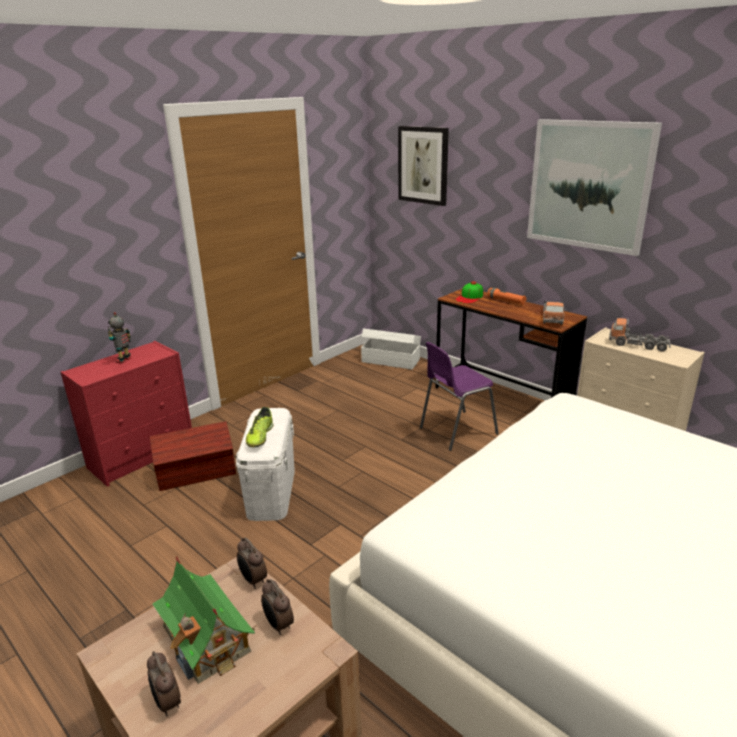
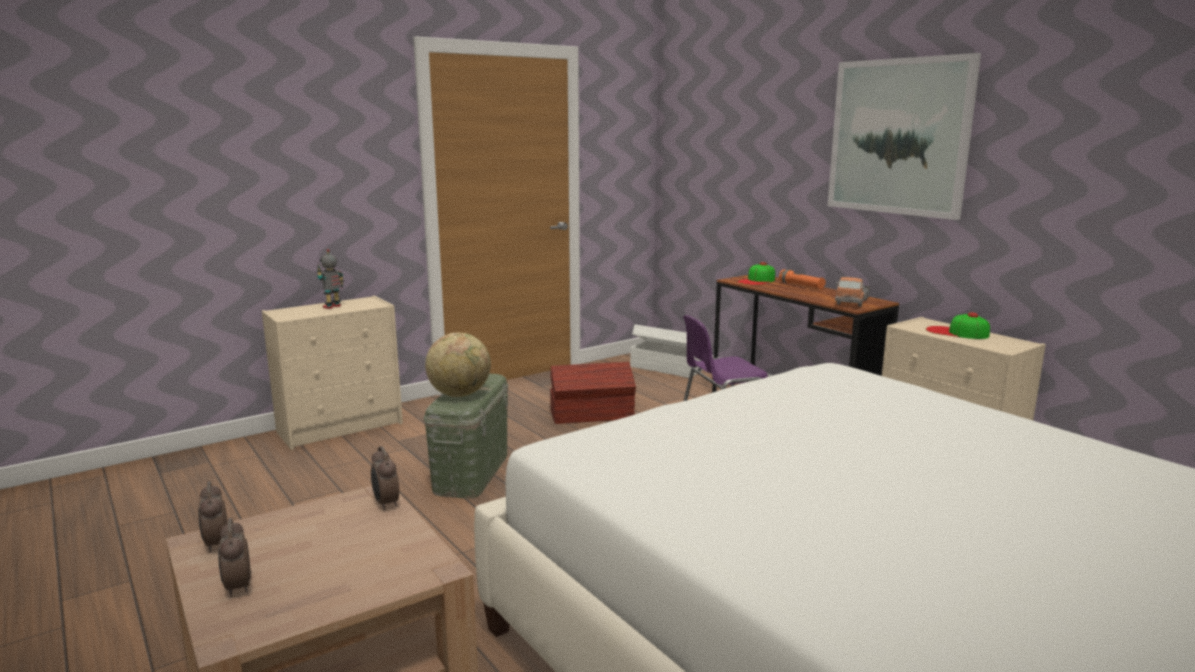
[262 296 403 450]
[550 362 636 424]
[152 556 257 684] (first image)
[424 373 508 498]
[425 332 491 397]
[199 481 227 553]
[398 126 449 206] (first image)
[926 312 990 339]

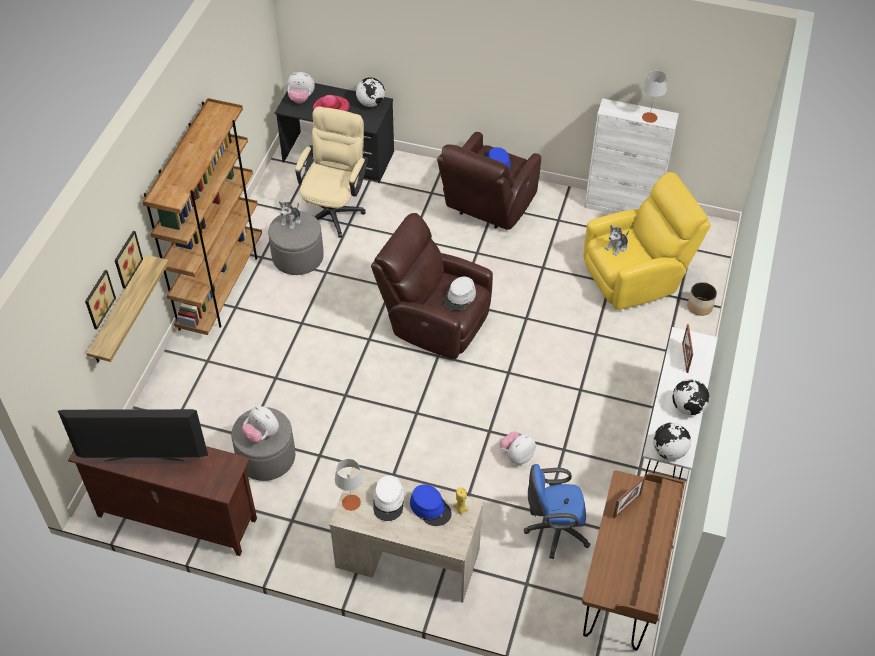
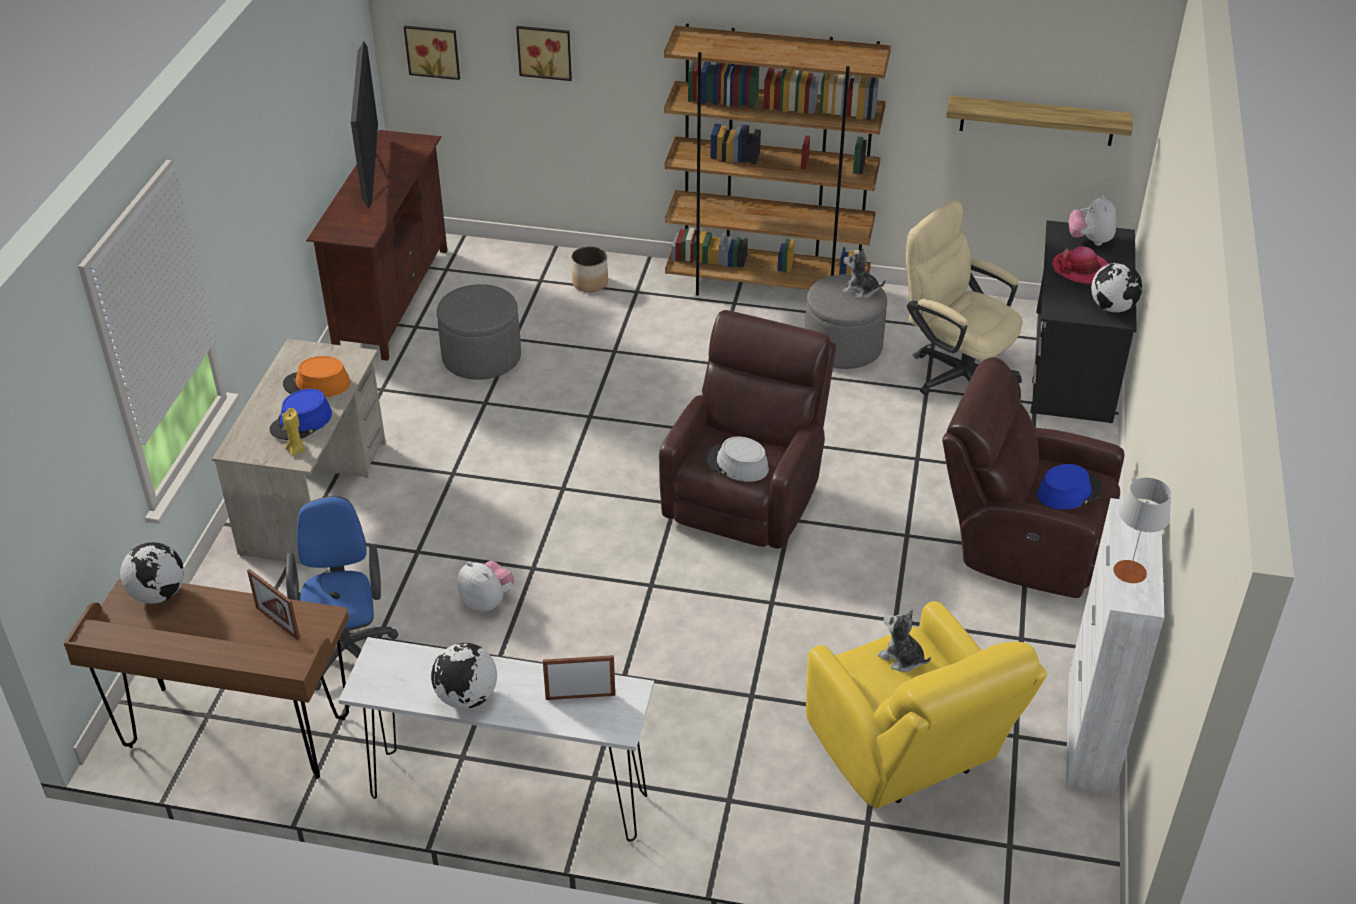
[946 96 1132 146]
[404 26 460 80]
[242 406 279 443] (first image)
[905 200 1023 395]
[335 459 363 511] (first image)
[283 356 350 397]
[120 542 184 604]
[571 246 608 292]

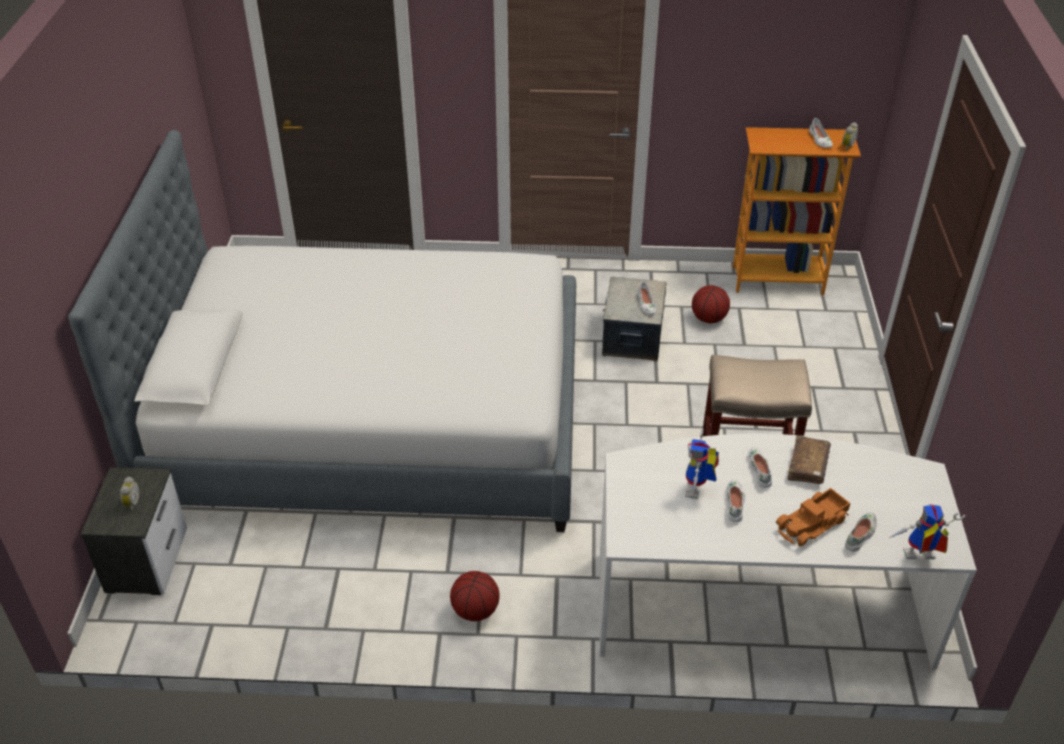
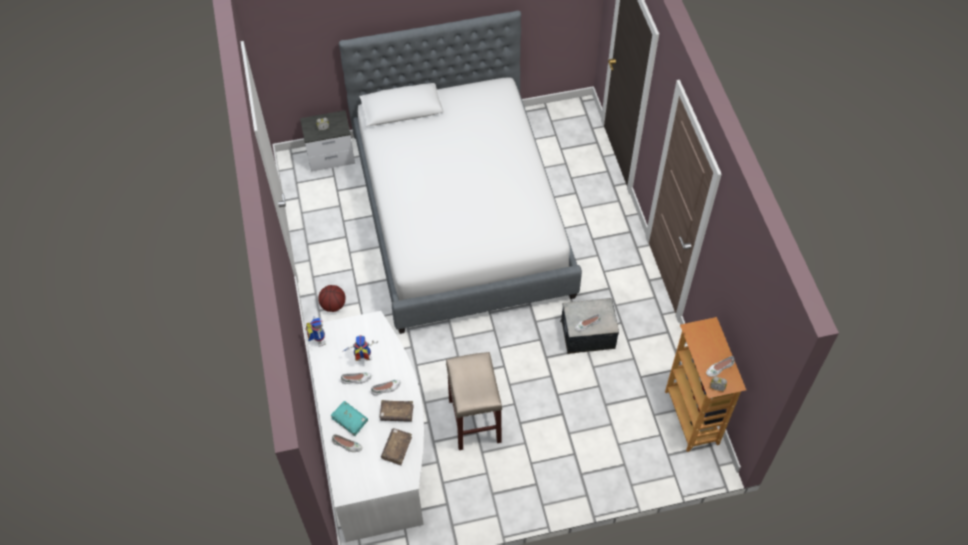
[692 285 730 323] (first image)
[331 401 368 436]
[305 317 326 347]
[381 428 412 465]

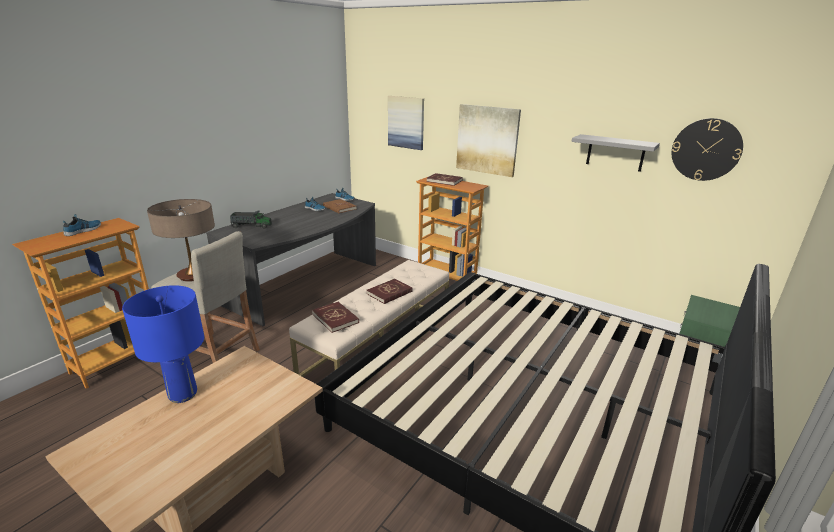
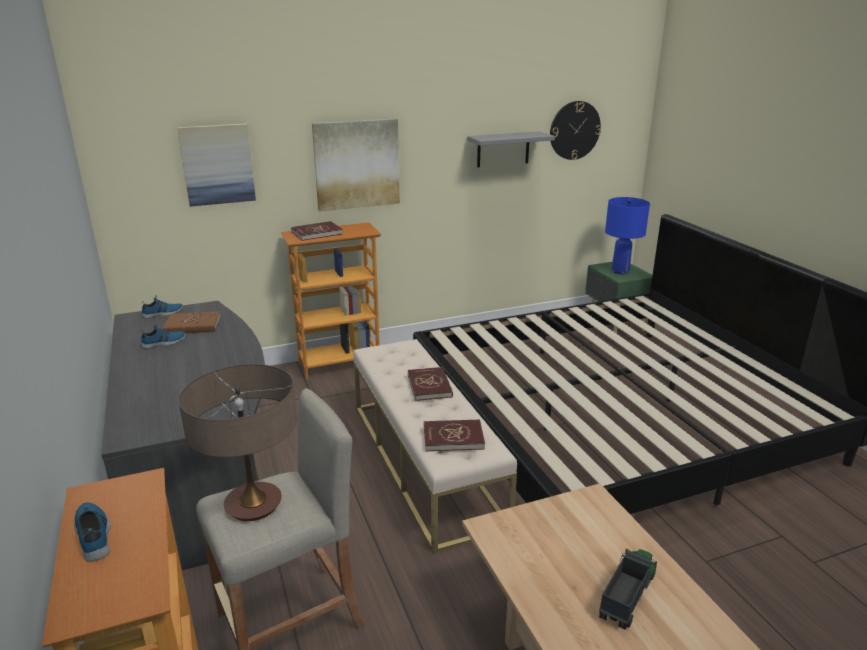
[605 197 650 274]
[599 549 657 630]

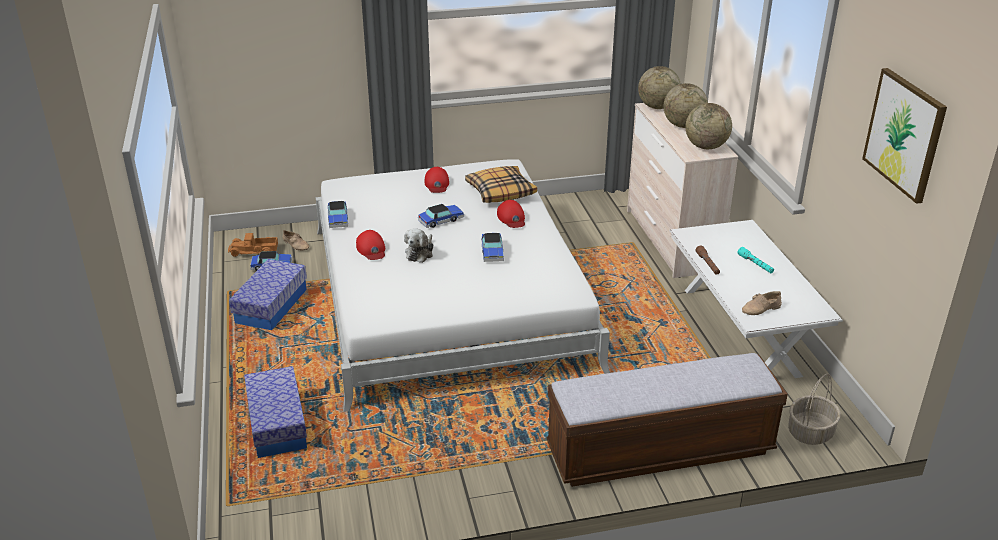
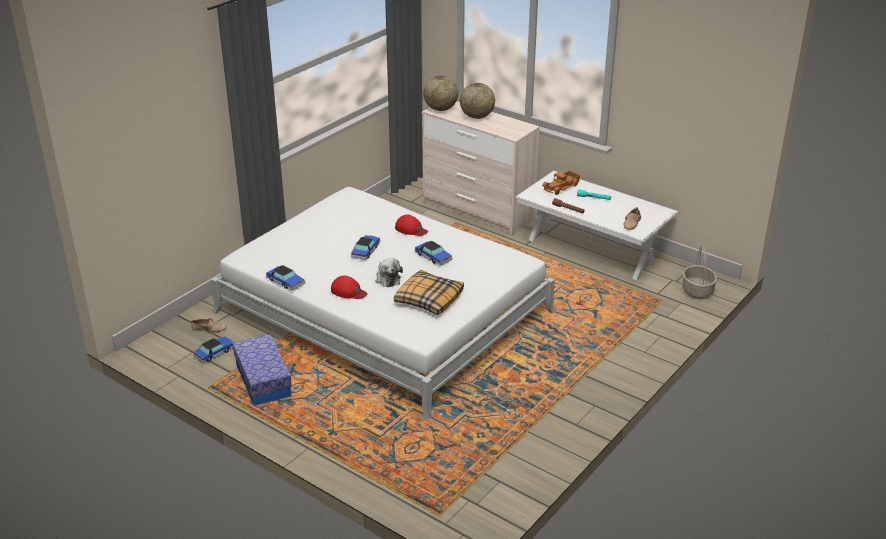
[542 171 580 195]
[244 366 307 458] (first image)
[424 167 449 193] (first image)
[394 270 464 315]
[546 353 788 487] (first image)
[685 103 732 149] (first image)
[862 68 947 204] (first image)

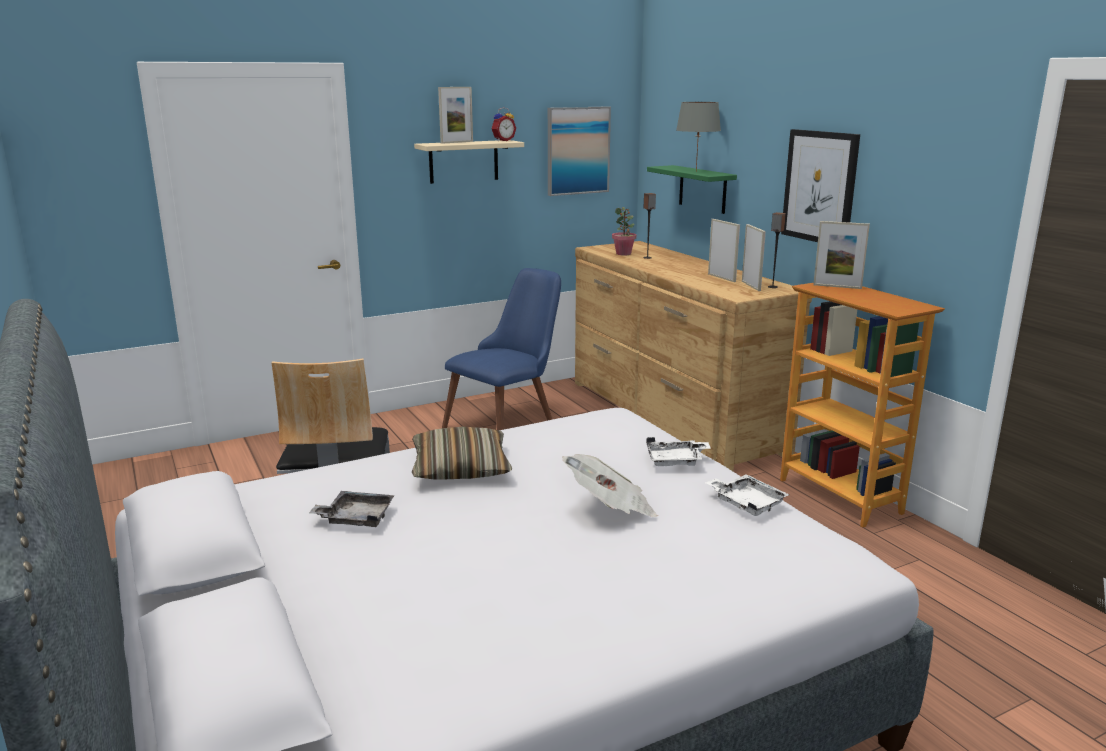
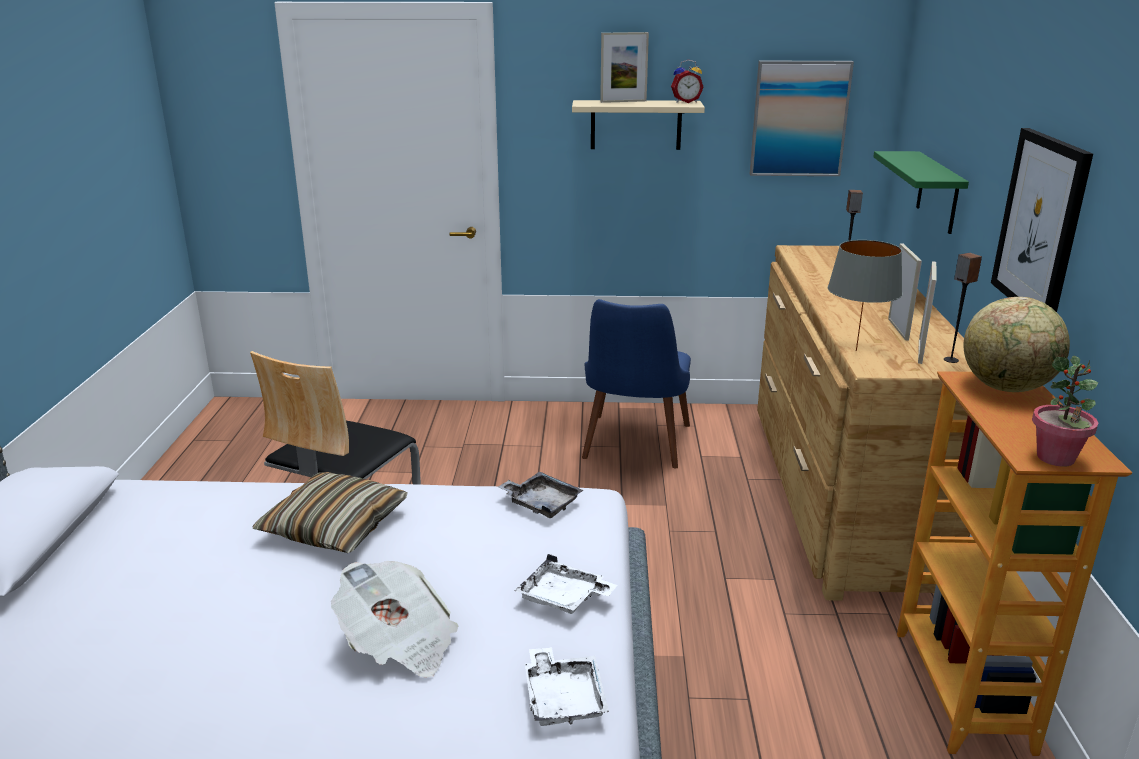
[498 471 583 518]
[582 299 691 468]
[1032 356 1098 467]
[828 240 902 351]
[963 297 1070 392]

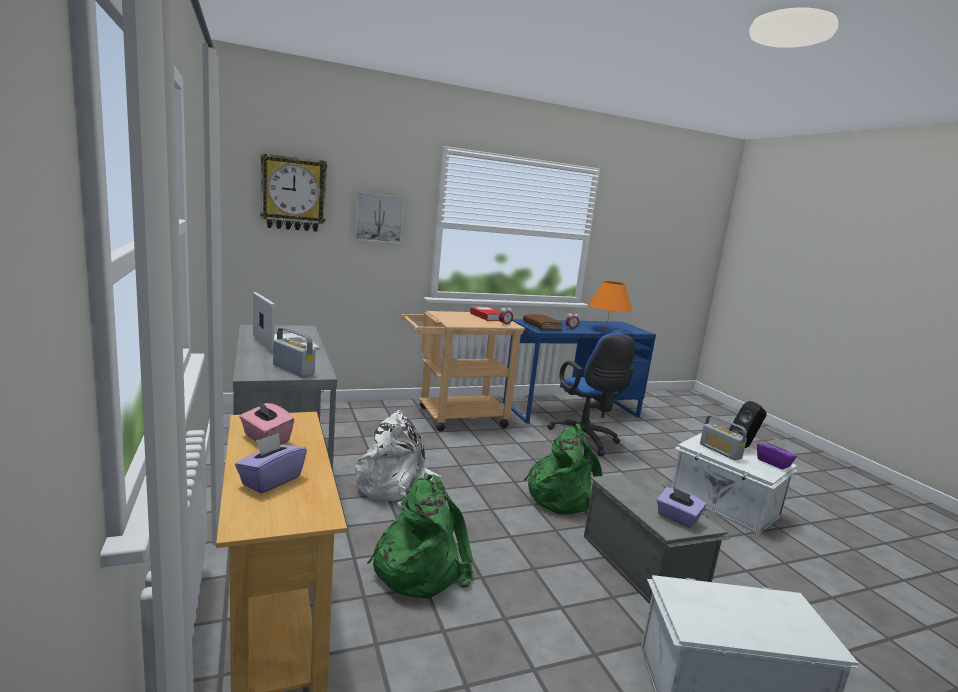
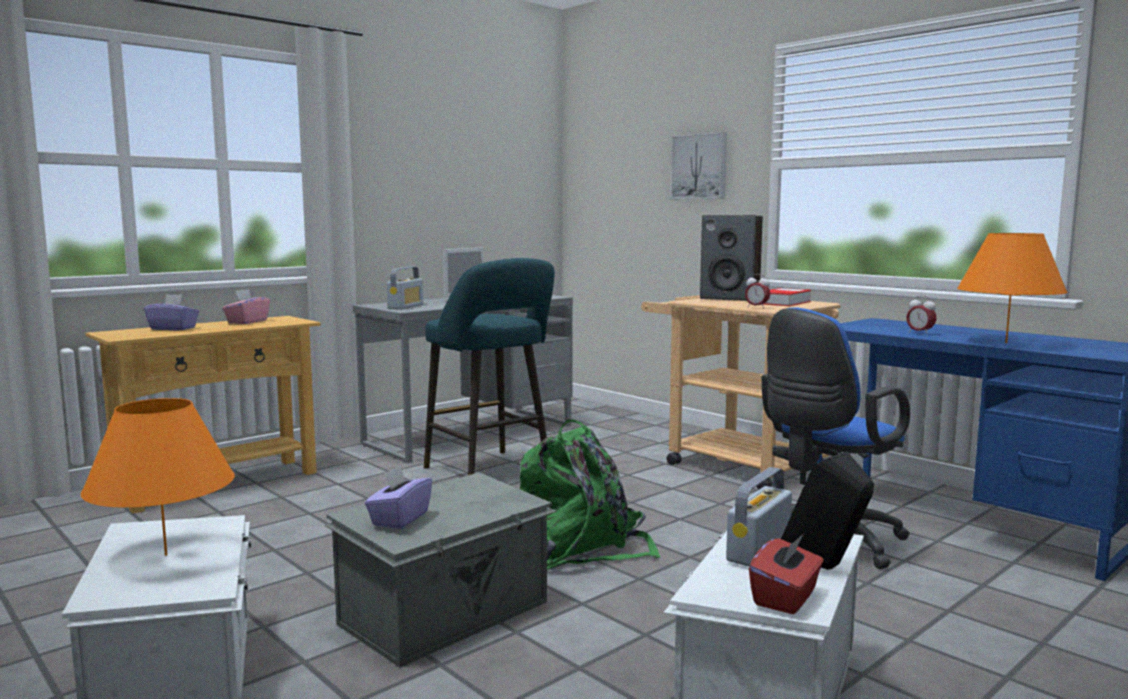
[261 153 327 232] (first image)
[424 258 554 475]
[367 474 473 599] (first image)
[523 314 562 330] (first image)
[749 534 824 614]
[81 398 235 556]
[700 215 763 301]

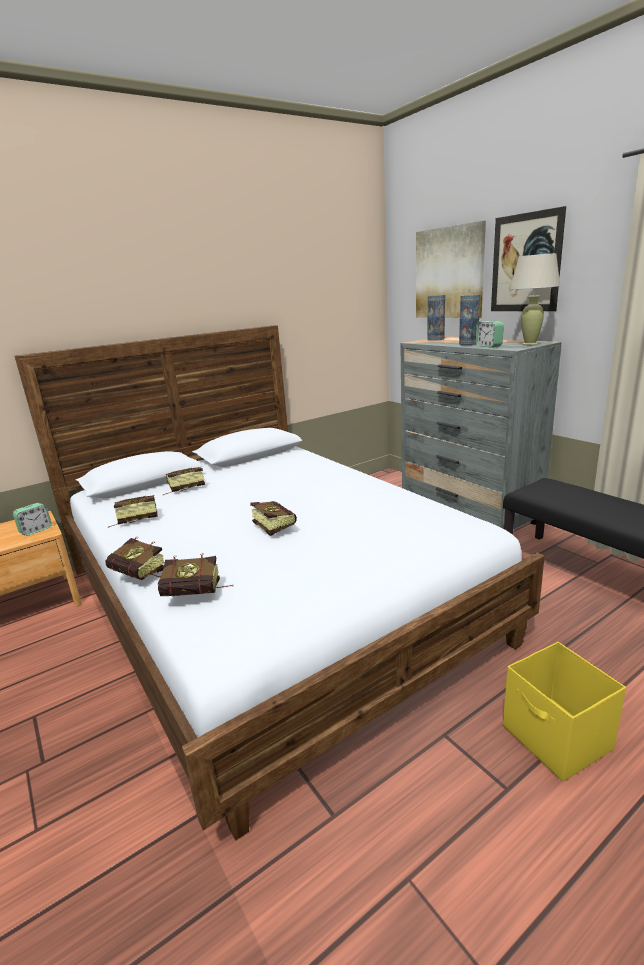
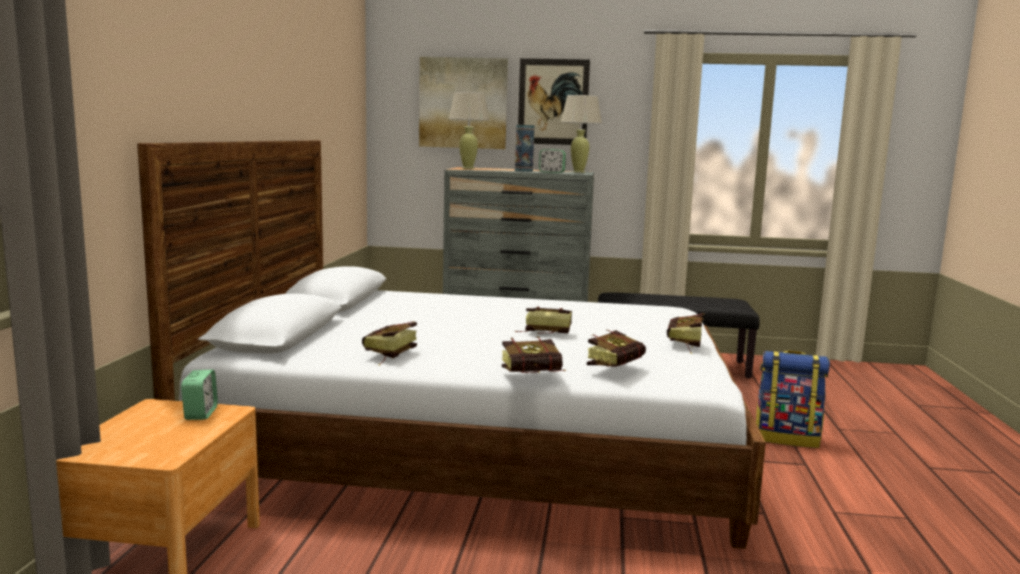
[667 313 704 354]
[449 92 489 169]
[756 350 830 448]

